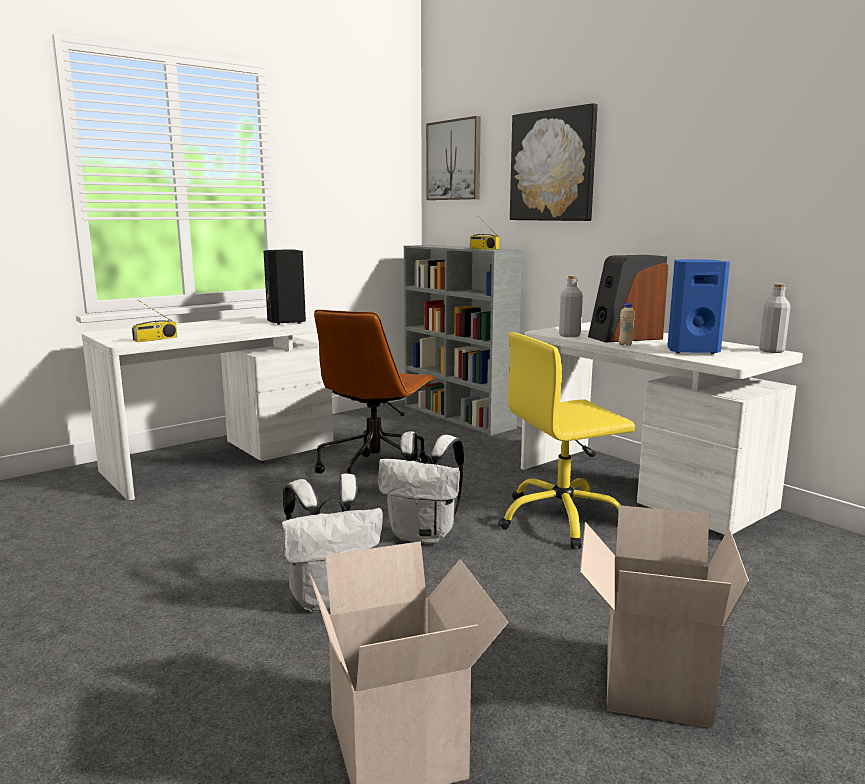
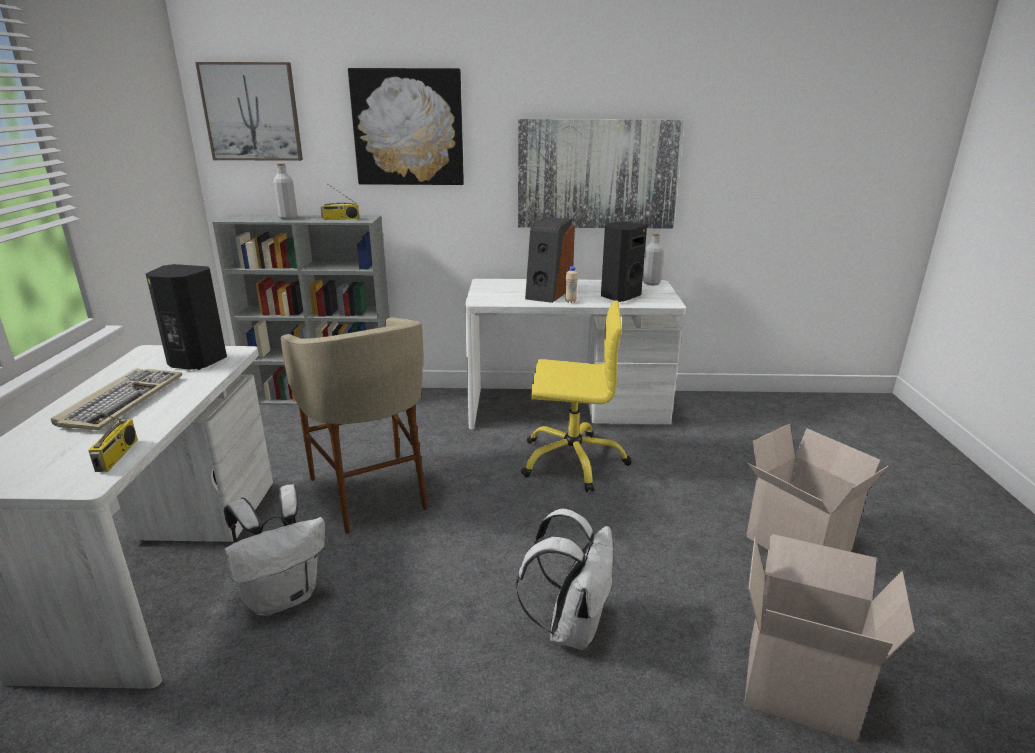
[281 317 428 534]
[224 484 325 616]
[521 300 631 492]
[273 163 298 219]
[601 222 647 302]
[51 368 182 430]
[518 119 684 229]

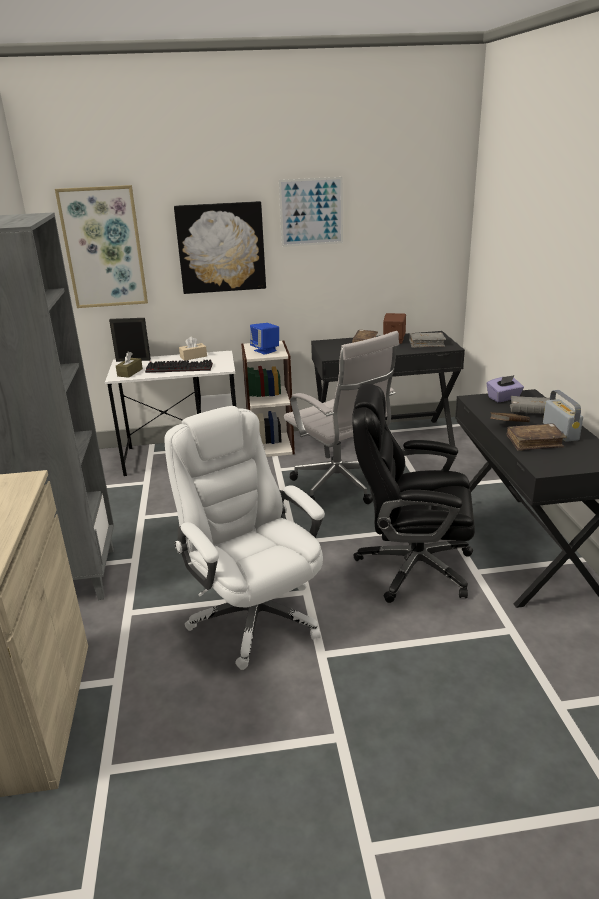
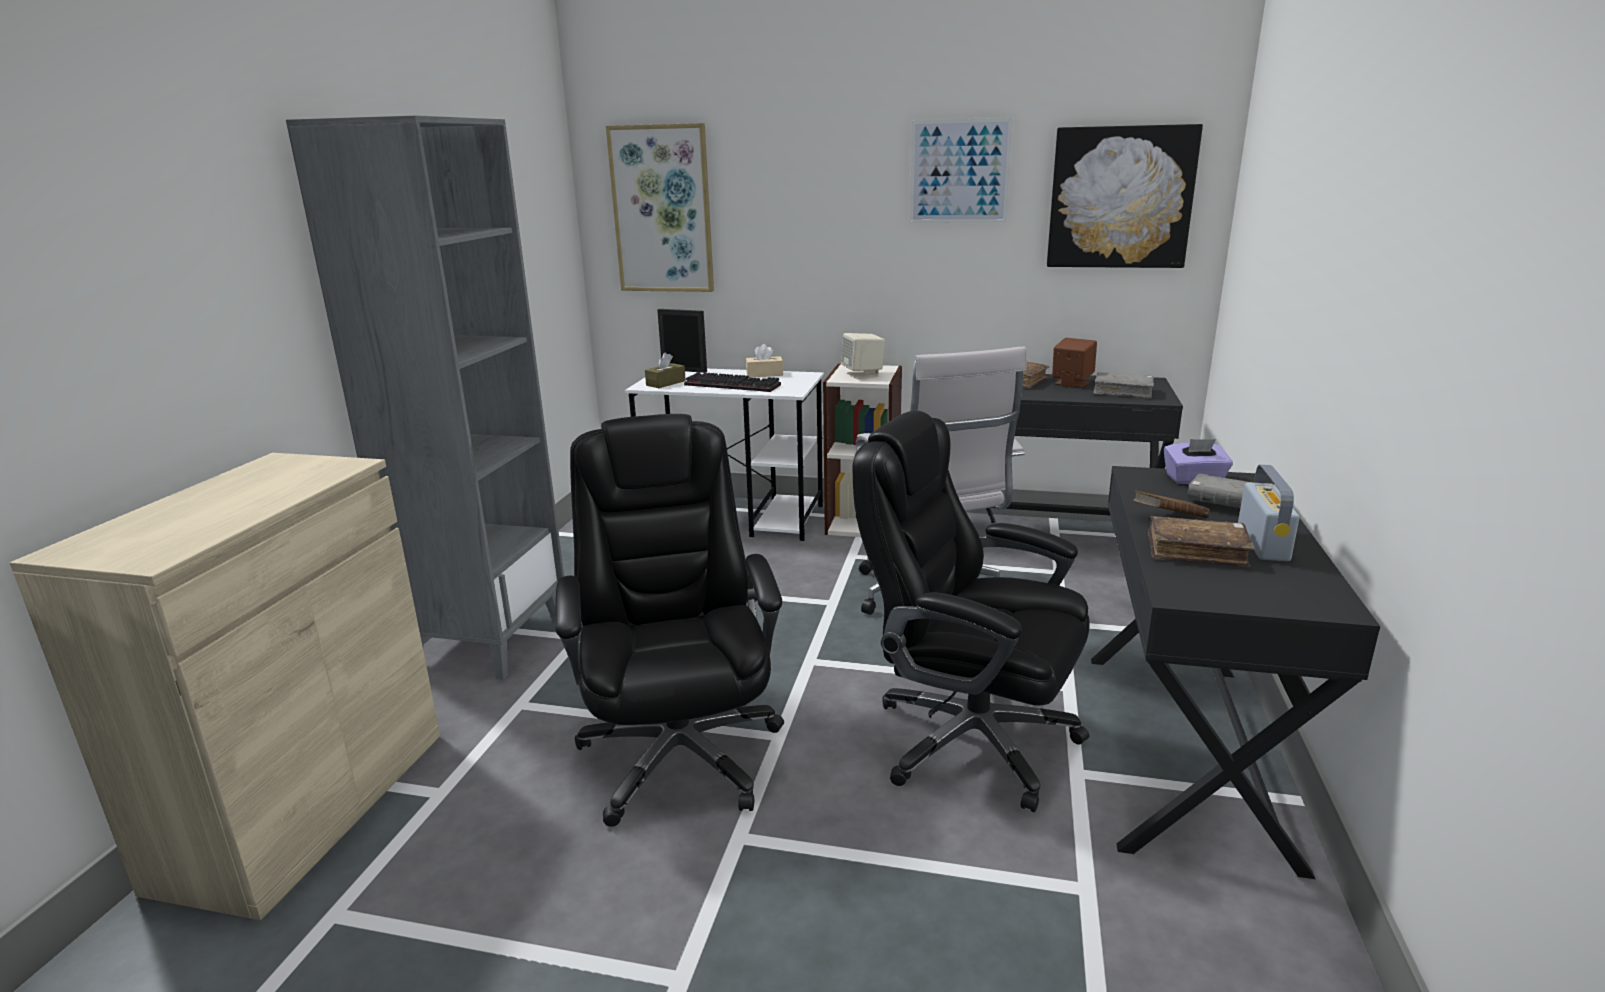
[555 414 784 827]
[1047 124 1203 268]
[841 333 885 379]

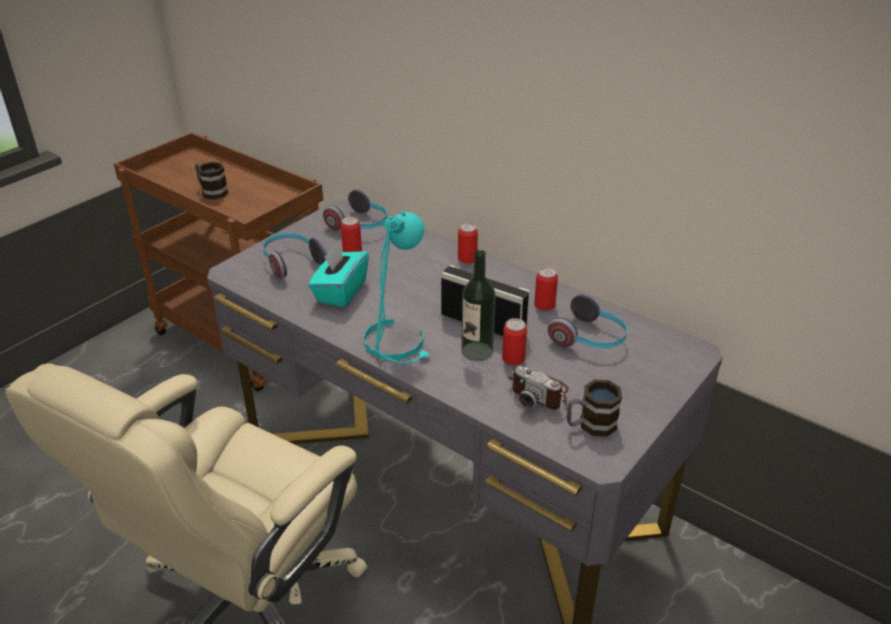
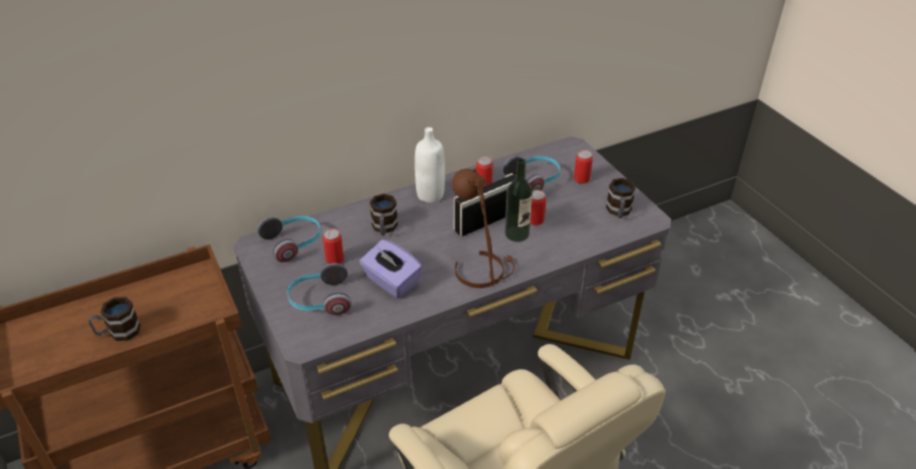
[359 239 422 298]
[452 168 515 288]
[574 150 593 184]
[508 366 569 410] (first image)
[370 194 398 235]
[415 127 445 203]

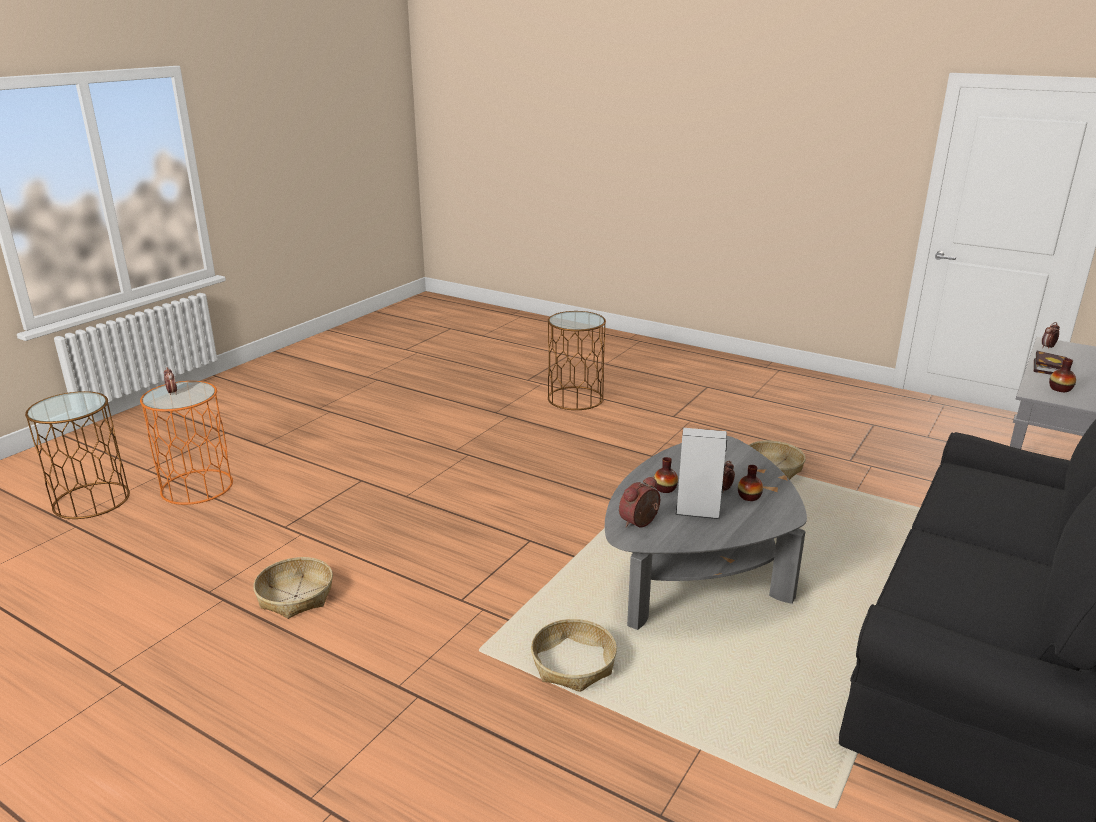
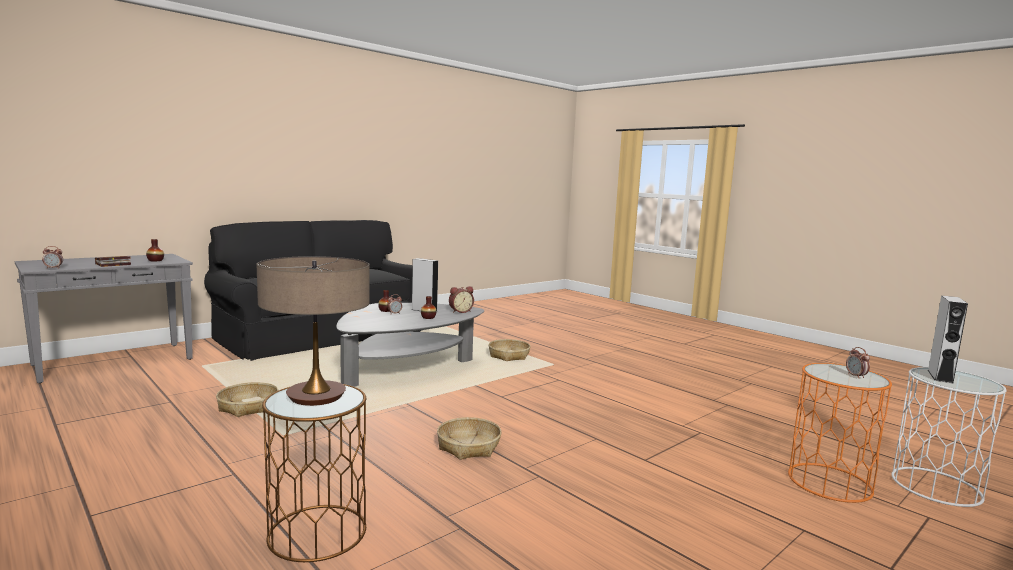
[891 367 1007 507]
[437 417 502 460]
[257 256 370 406]
[928 295 968 383]

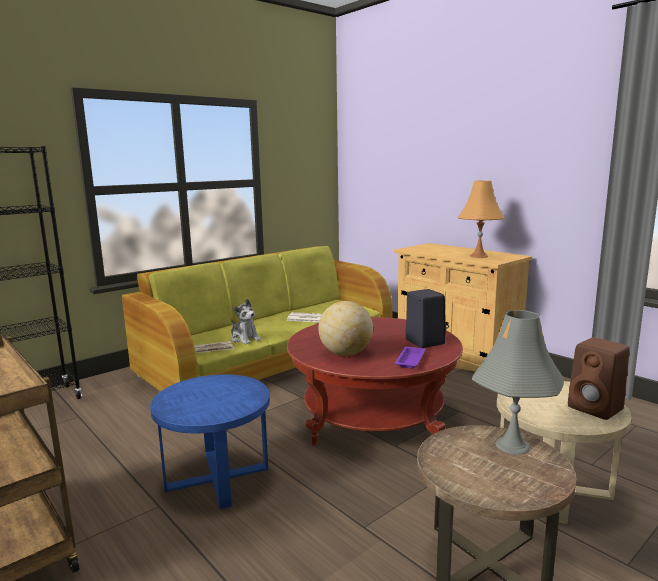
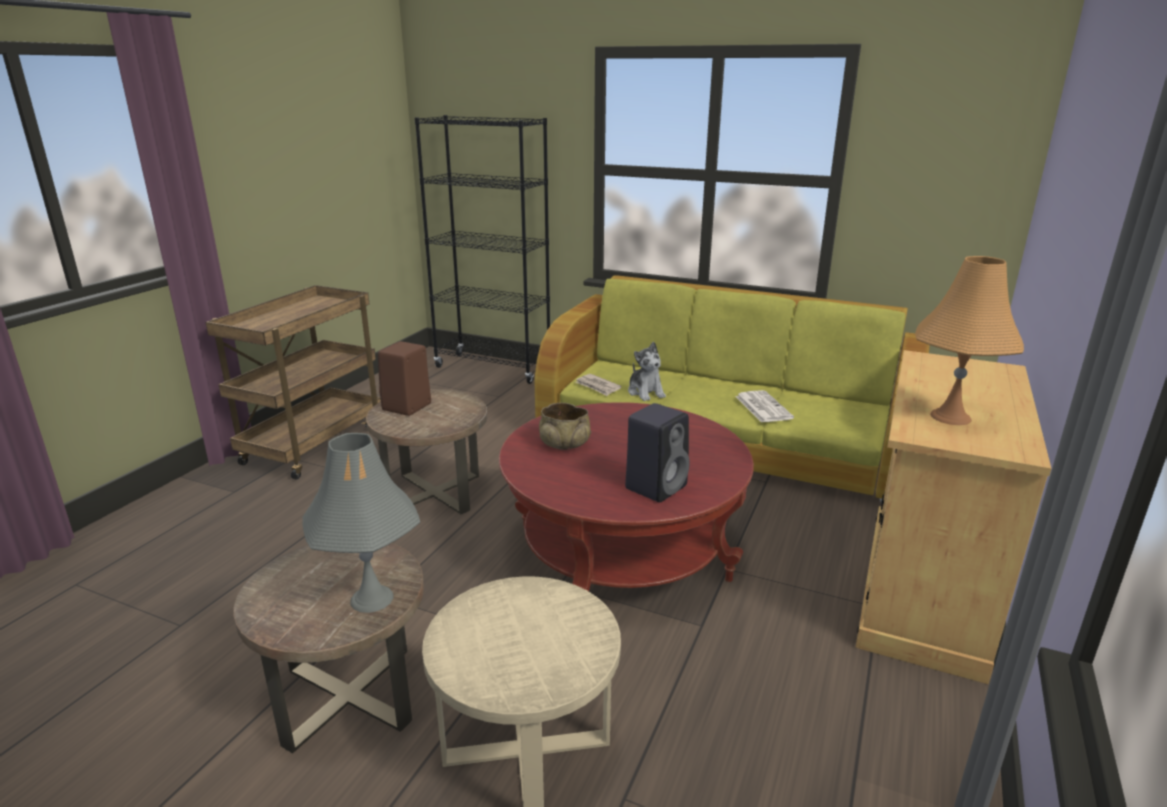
[366 389 487 514]
[628 342 666 401]
[539 403 591 450]
[395 347 425 369] (first image)
[378 341 431 416]

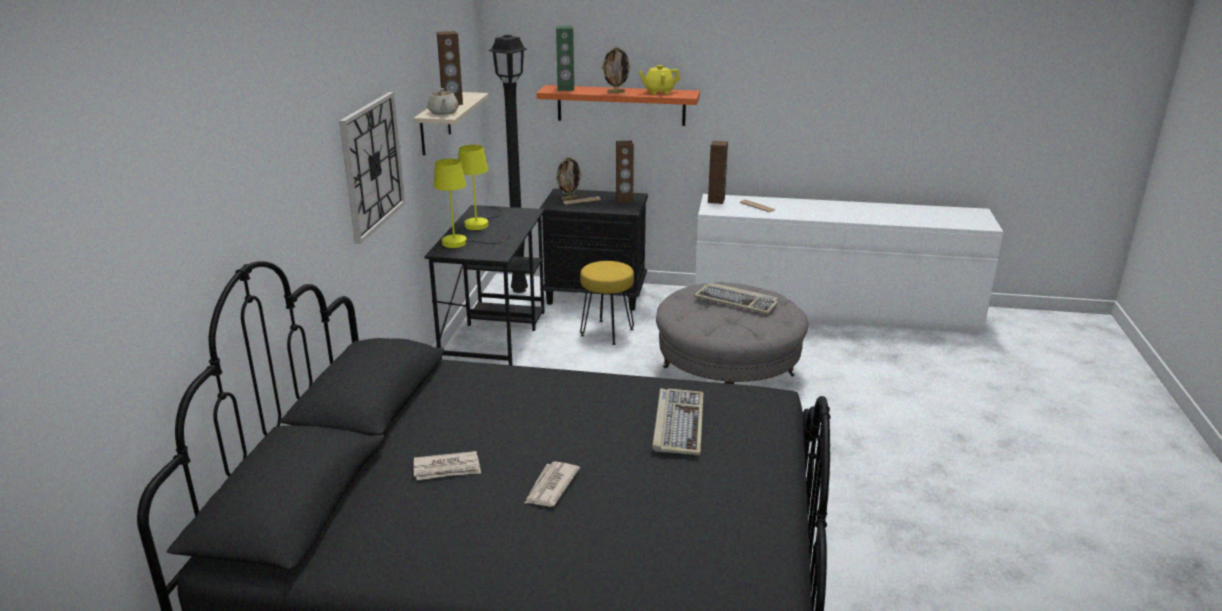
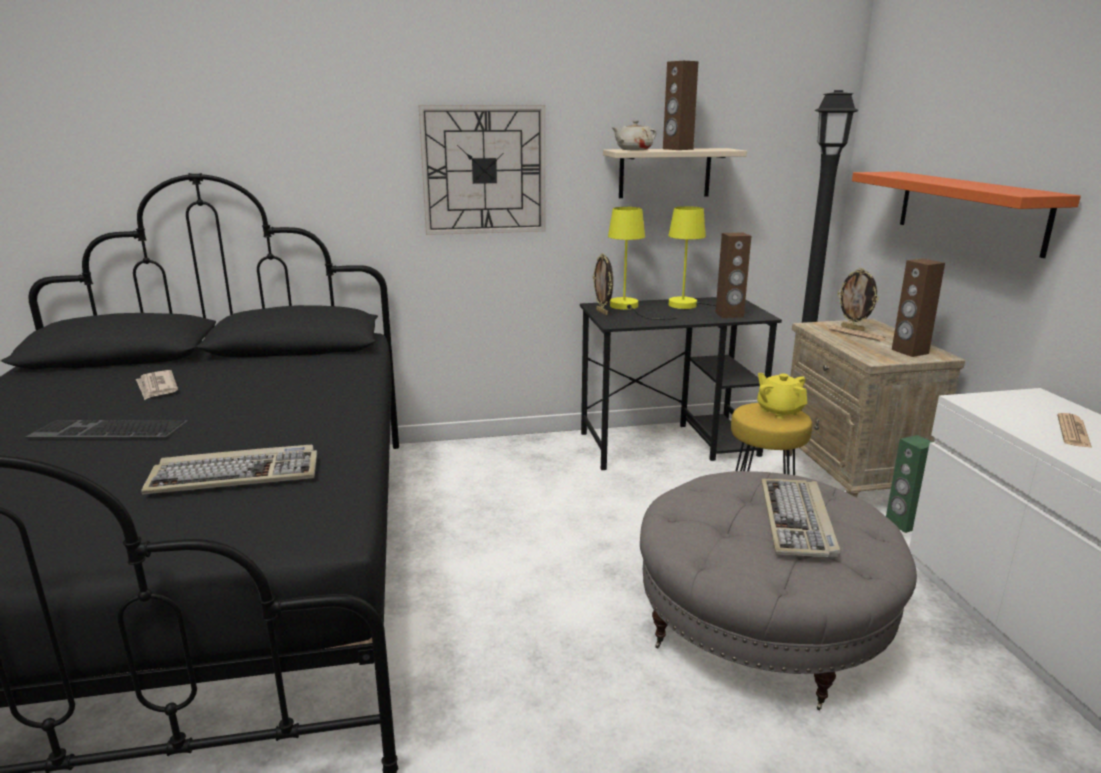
[26 420 188 438]
[785 319 965 497]
[886 435 932 533]
[593 253 613 315]
[757 373 807 419]
[715 233 751 318]

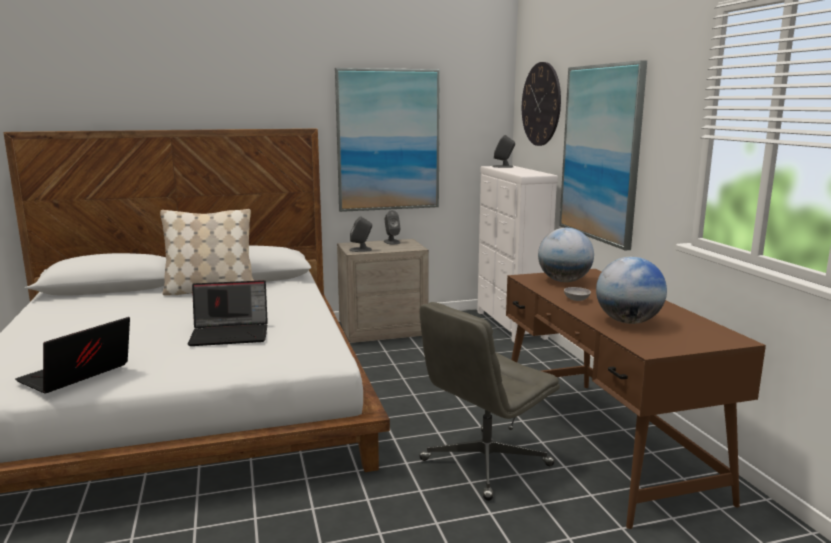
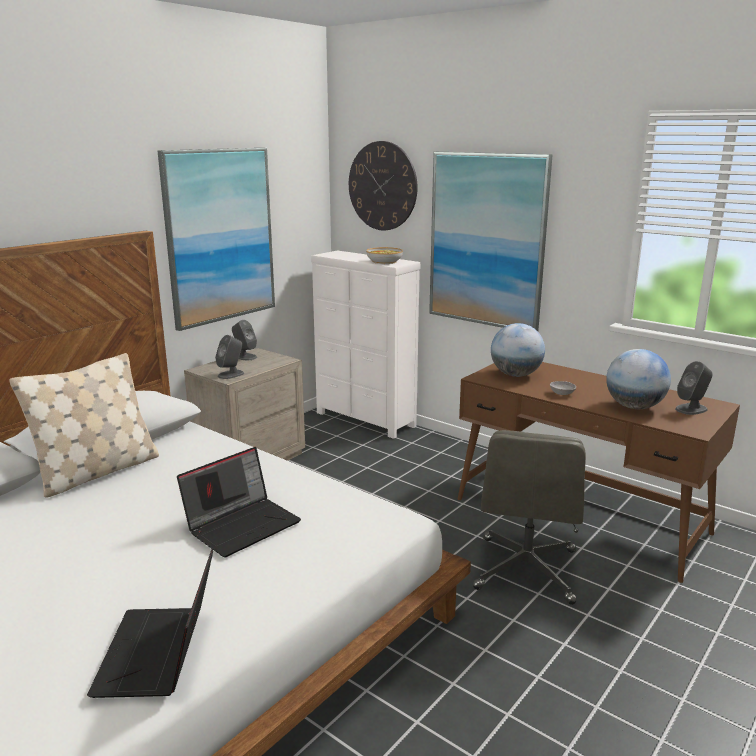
[675 361 713 415]
[366 247 403 264]

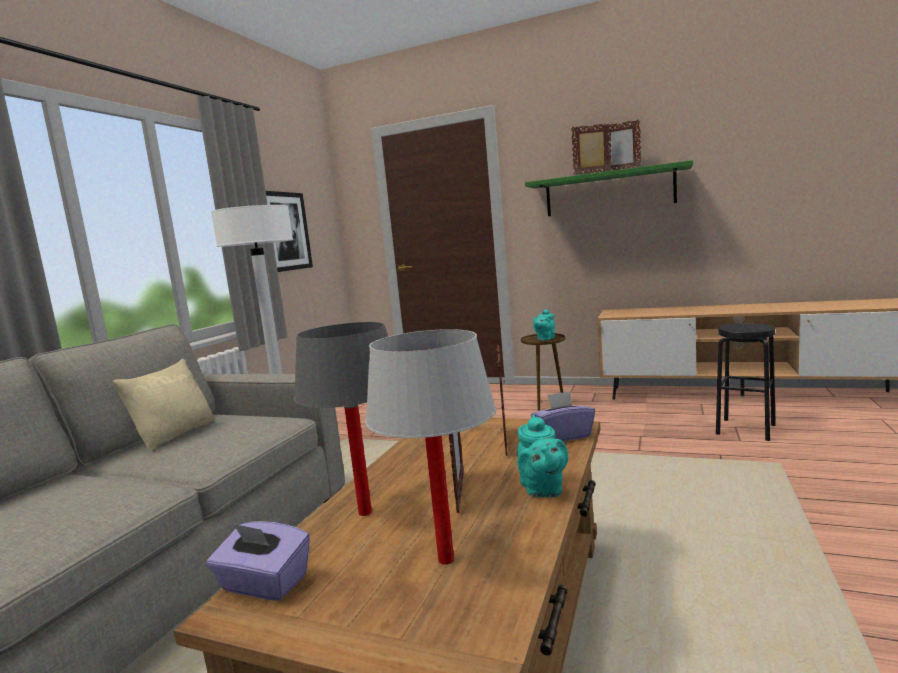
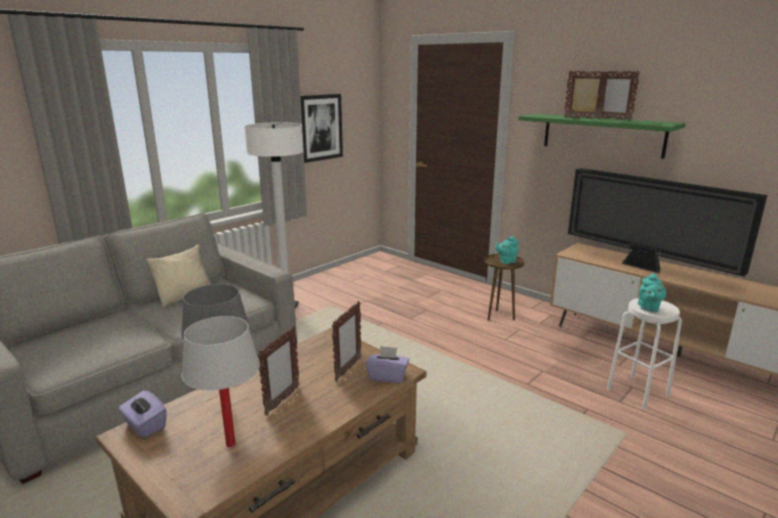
[638 273 666 313]
[607 298 682 410]
[568 168 767 277]

